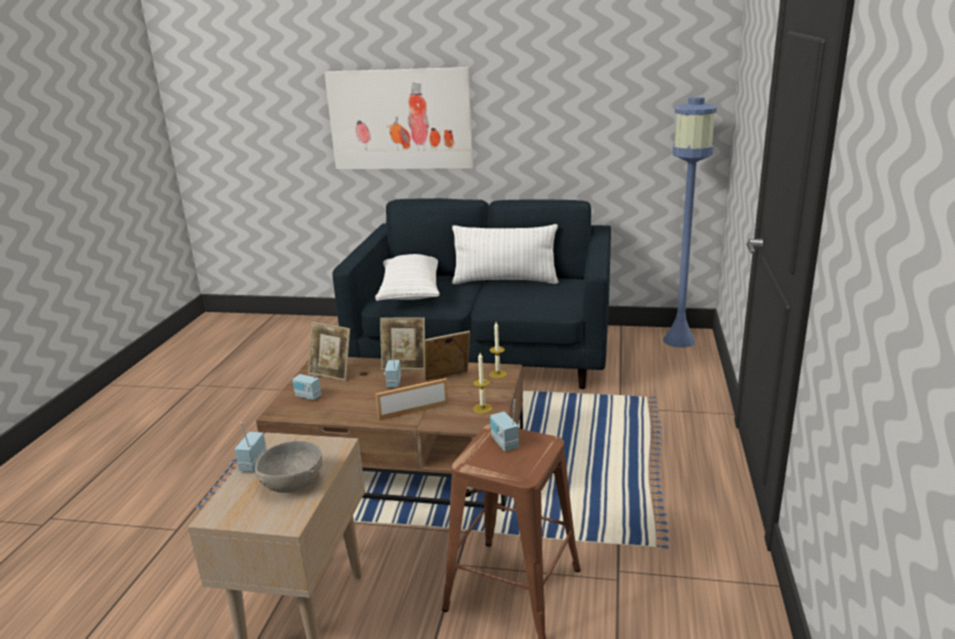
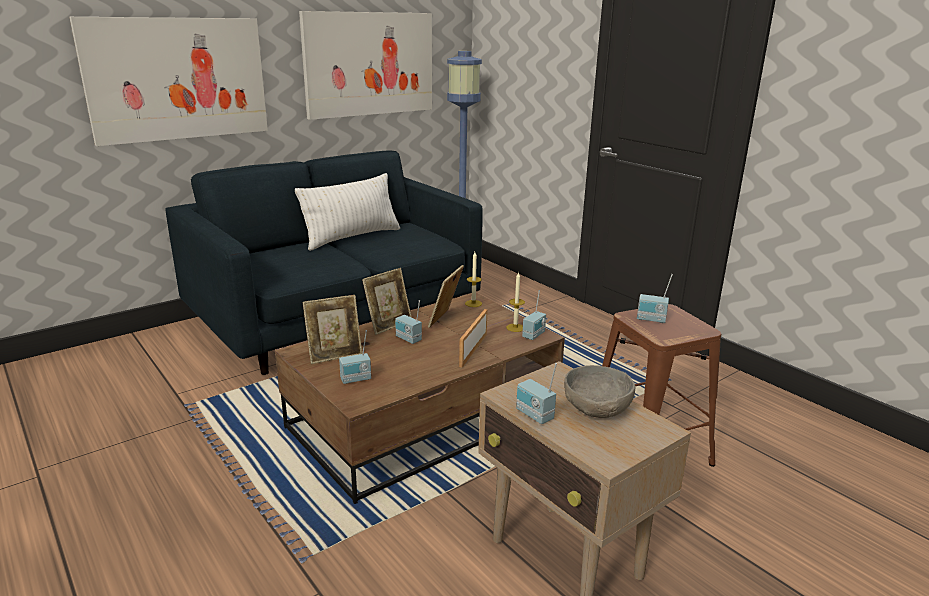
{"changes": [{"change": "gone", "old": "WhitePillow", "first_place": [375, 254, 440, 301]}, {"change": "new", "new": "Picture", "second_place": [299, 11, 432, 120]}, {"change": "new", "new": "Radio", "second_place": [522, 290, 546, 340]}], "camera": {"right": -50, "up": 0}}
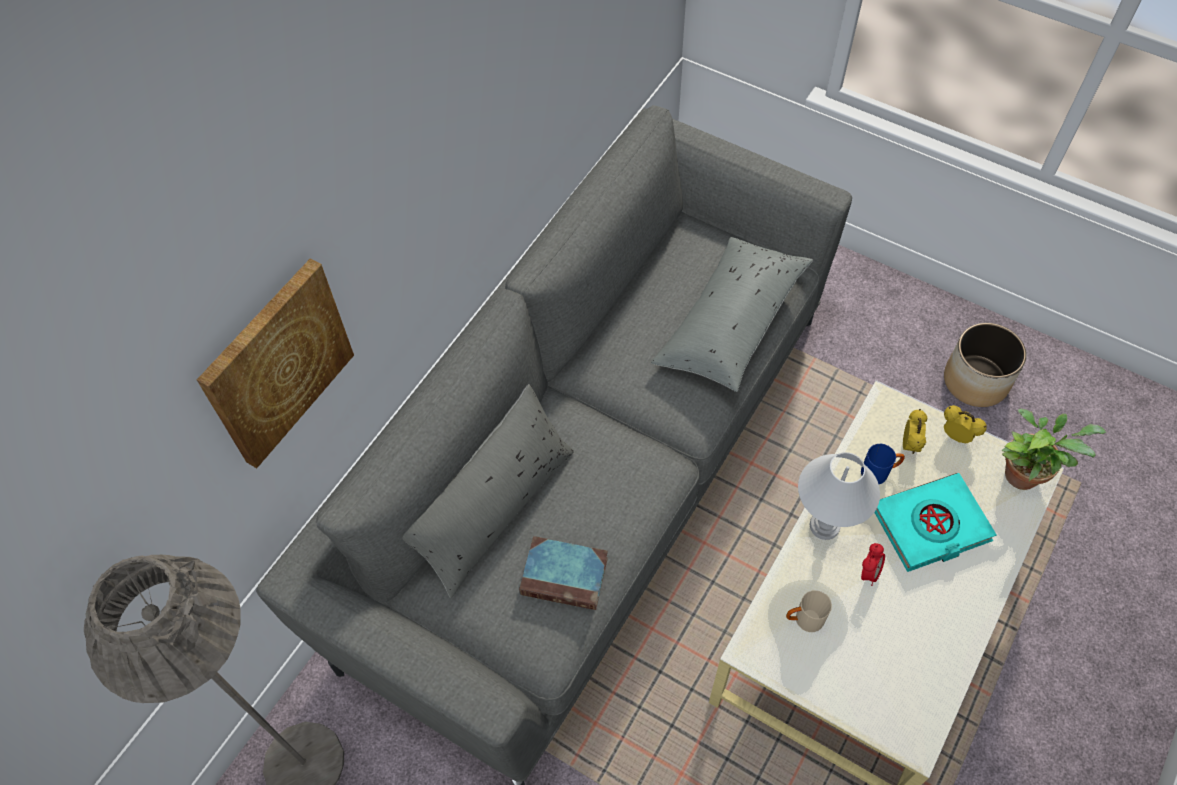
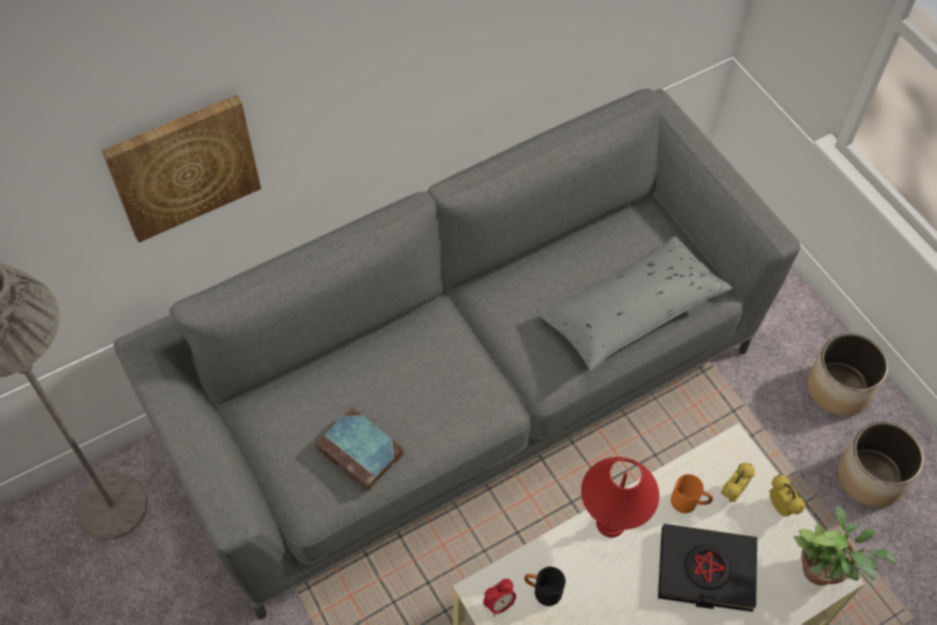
{"changes": [{"change": "gone", "old": "GreyPillow", "first_place": [402, 384, 574, 598]}, {"change": "repainted", "old": "BeigeMug", "new": "BlackMug", "first_place": [786, 590, 832, 632], "second_place": [524, 567, 566, 606]}, {"change": "repainted", "old": "WhiteTableLamp", "new": "RedTableLamp", "first_place": [798, 452, 880, 540], "second_place": [581, 457, 659, 538]}, {"change": "repainted", "old": "BlueMug", "new": "OrangeMug", "first_place": [861, 444, 905, 484], "second_place": [671, 474, 713, 513]}, {"change": "shifted", "old": "AlarmClock", "first_place": [861, 543, 885, 586], "second_place": [483, 579, 516, 617]}, {"change": "repainted", "old": "TurquoiseBook", "new": "BlackBook", "first_place": [874, 473, 997, 572], "second_place": [658, 524, 757, 612]}, {"change": "new", "new": "Planter", "second_place": [807, 333, 888, 416]}], "camera": {"right": 25, "up": 0}}
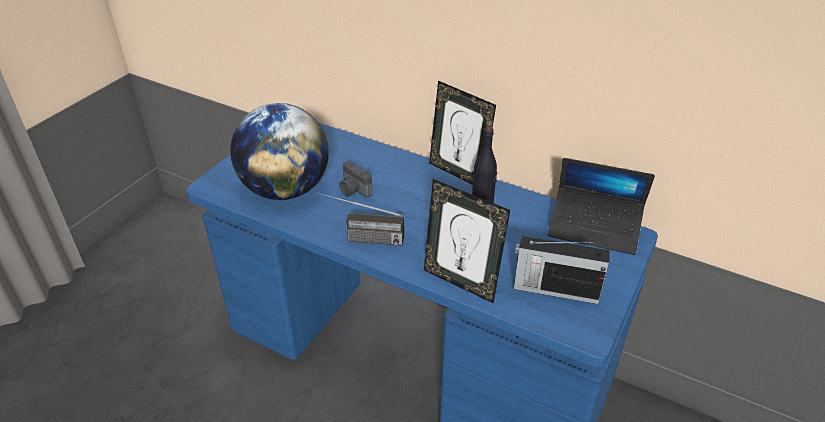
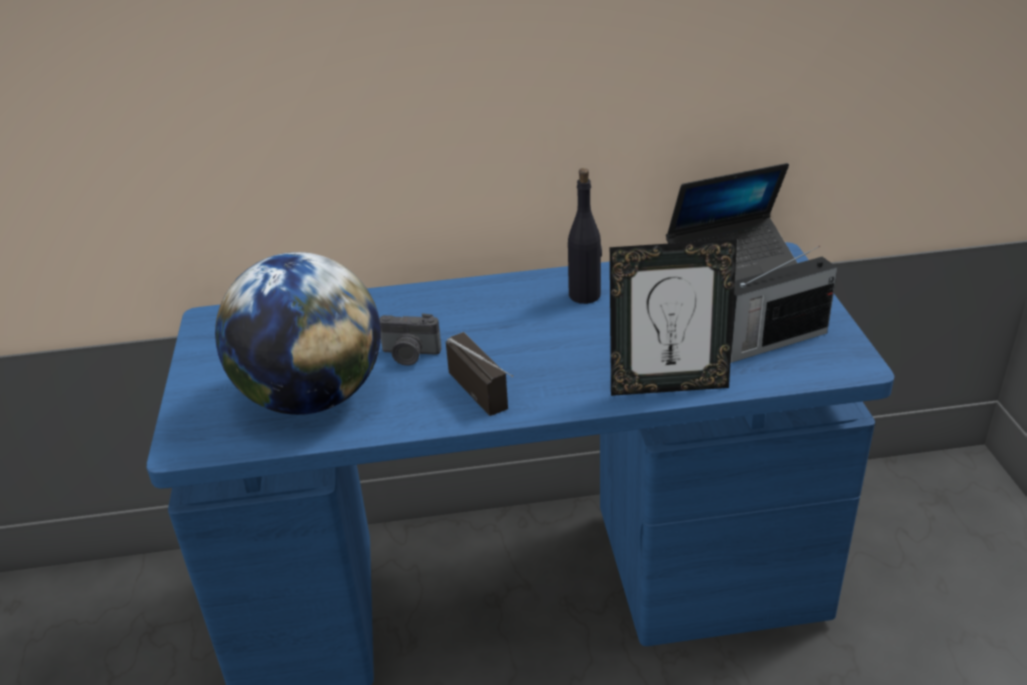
{"changes": [{"change": "rotated", "old": "Radio", "first_place": [316, 193, 404, 246], "second_place": [446, 332, 513, 416], "degrees": -90}, {"change": "gone", "old": "PictureFrame", "first_place": [429, 81, 496, 185]}], "camera": {"right": -35, "up": -5}}
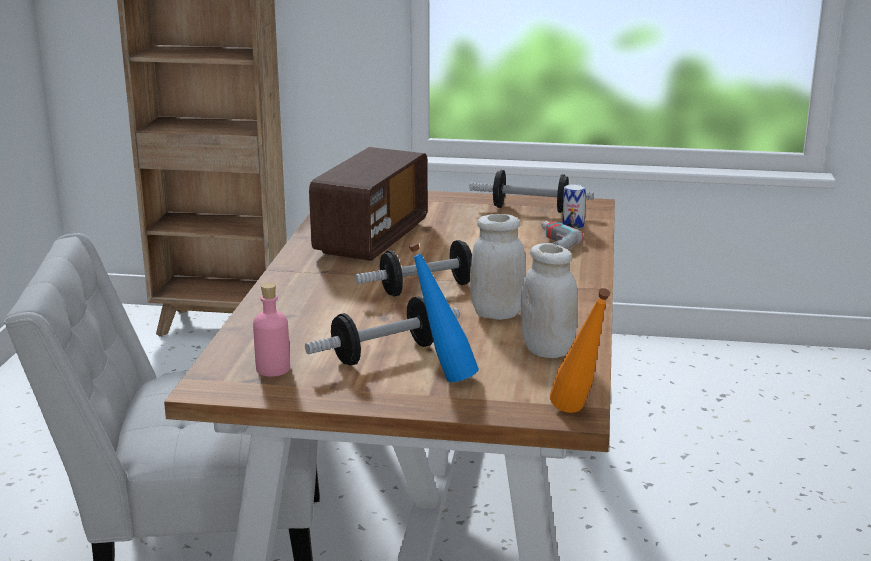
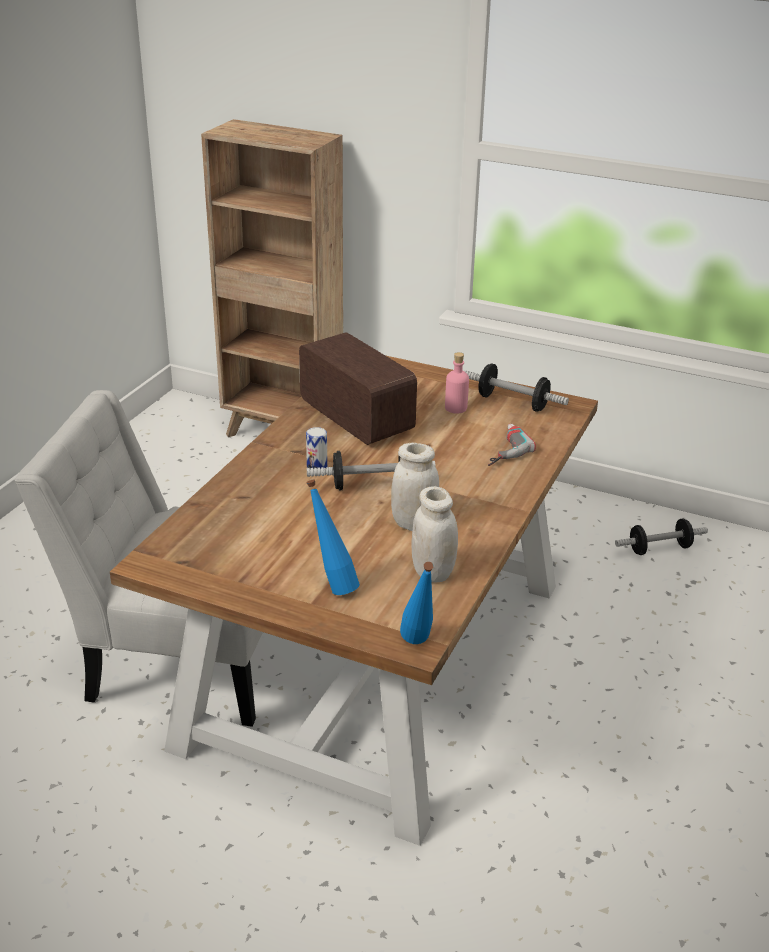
{"changes": [{"change": "shifted", "old": "PinkBottle", "first_place": [253, 283, 290, 377], "second_place": [445, 352, 469, 414]}, {"change": "shifted", "old": "Dumbbell", "first_place": [305, 296, 460, 365], "second_place": [615, 518, 708, 555]}, {"change": "rotated", "old": "Radio", "first_place": [309, 147, 428, 261], "second_place": [299, 332, 417, 445], "degrees": -75}, {"change": "repainted", "old": "OrangeBottle", "new": "BlueBottle", "first_place": [550, 288, 610, 413], "second_place": [400, 562, 434, 644]}, {"change": "shifted", "old": "Can", "first_place": [562, 184, 586, 229], "second_place": [306, 427, 327, 469]}], "camera": {"right": 15, "up": 10}}
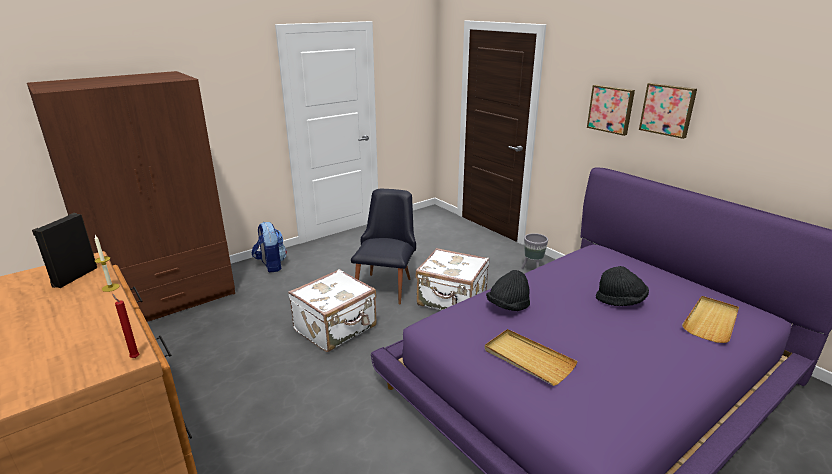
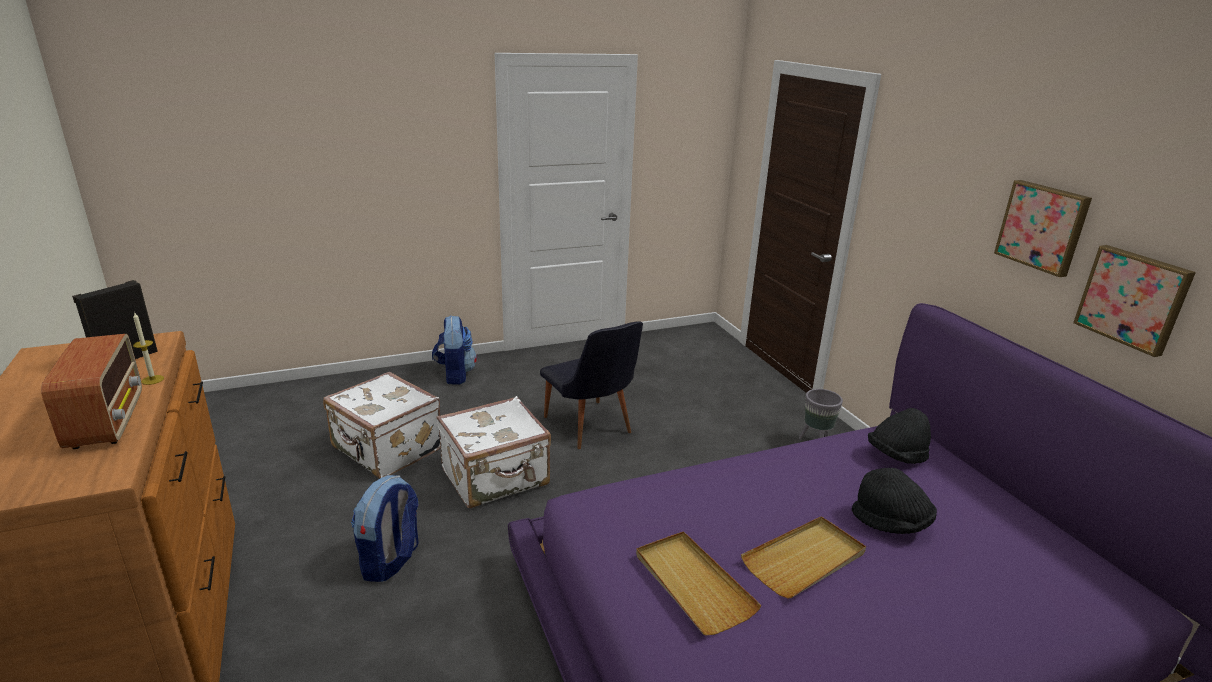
{"changes": [{"change": "gone", "old": "BrownWardrobe", "first_place": [27, 71, 235, 322]}, {"change": "gone", "old": "RedCandle", "first_place": [112, 294, 140, 358]}, {"change": "rotated", "old": "BlackChair", "first_place": [351, 189, 416, 305], "second_place": [540, 321, 643, 449], "degrees": 120}, {"change": "shifted", "old": "WhiteSuitcase", "first_place": [415, 248, 489, 310], "second_place": [323, 372, 440, 478]}, {"change": "shifted", "old": "BlackHat", "first_place": [486, 270, 530, 311], "second_place": [868, 408, 931, 464]}, {"change": "shifted", "old": "Picture", "first_place": [587, 85, 635, 136], "second_place": [1073, 245, 1196, 357]}, {"change": "shifted", "old": "BeigeTray", "first_place": [682, 296, 739, 343], "second_place": [741, 516, 866, 598]}, {"change": "new", "new": "Radio", "second_place": [41, 334, 142, 449]}, {"change": "new", "new": "Backpack", "second_place": [351, 475, 419, 582]}], "camera": {"right": 15, "up": 0}}
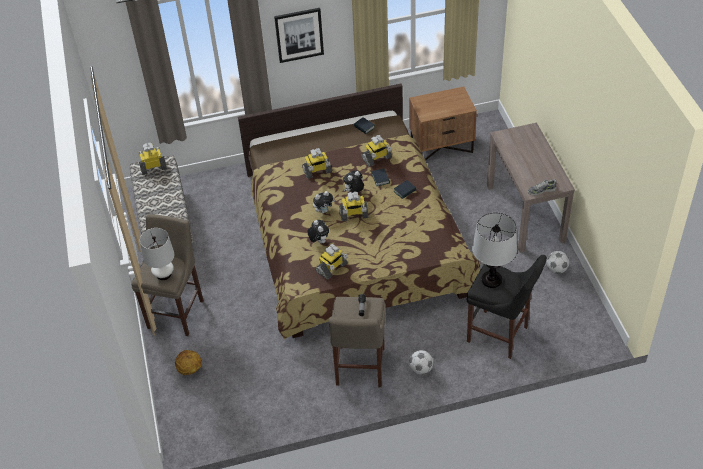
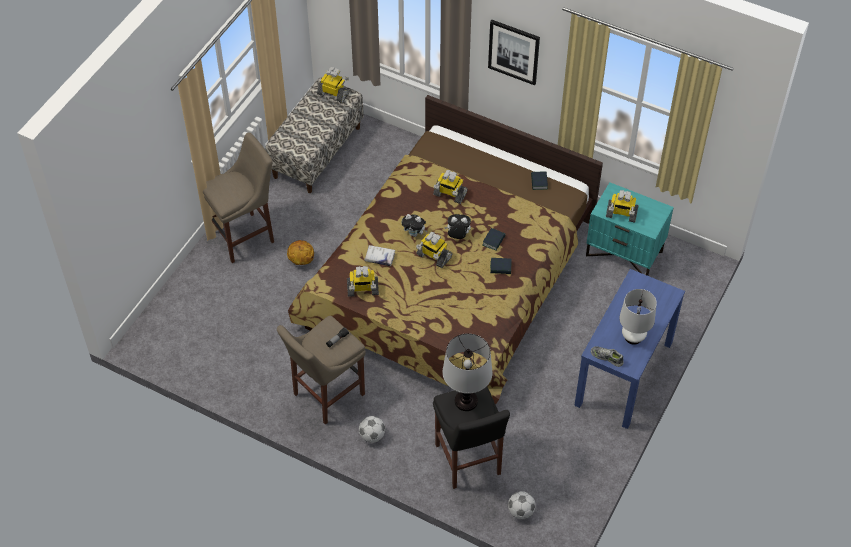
{"changes": [{"change": "shifted", "old": "WhiteTableLamp", "first_place": [140, 228, 175, 280], "second_place": [619, 289, 657, 345]}, {"change": "shifted", "old": "Basketball", "first_place": [175, 350, 202, 375], "second_place": [287, 240, 314, 265]}, {"change": "swapped", "old": "PlushToy", "new": "WhiteBook", "first_place": [307, 220, 329, 243], "second_place": [364, 245, 396, 266]}, {"change": "shifted", "old": "ToyRobot", "first_place": [362, 135, 392, 167], "second_place": [606, 190, 639, 223]}, {"change": "repainted", "old": "BrownNightstand", "new": "TurquoiseNightstand", "first_place": [409, 86, 477, 161], "second_place": [586, 182, 674, 276]}, {"change": "repainted", "old": "BrownConsoleTable", "new": "BlueConsoleTable", "first_place": [487, 123, 575, 253], "second_place": [574, 269, 685, 429]}, {"change": "shifted", "old": "Football", "first_place": [546, 251, 569, 274], "second_place": [508, 491, 536, 519]}], "camera": {"right": 40, "up": 5}}
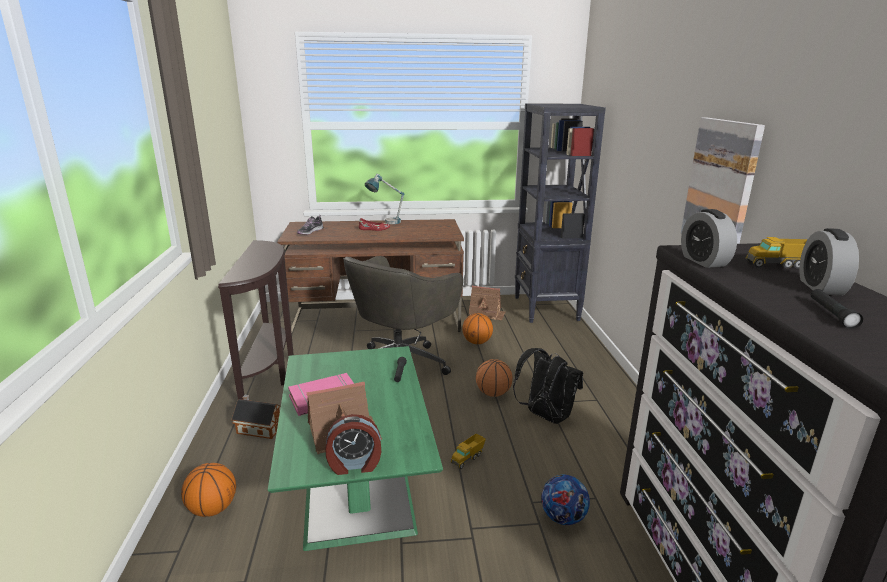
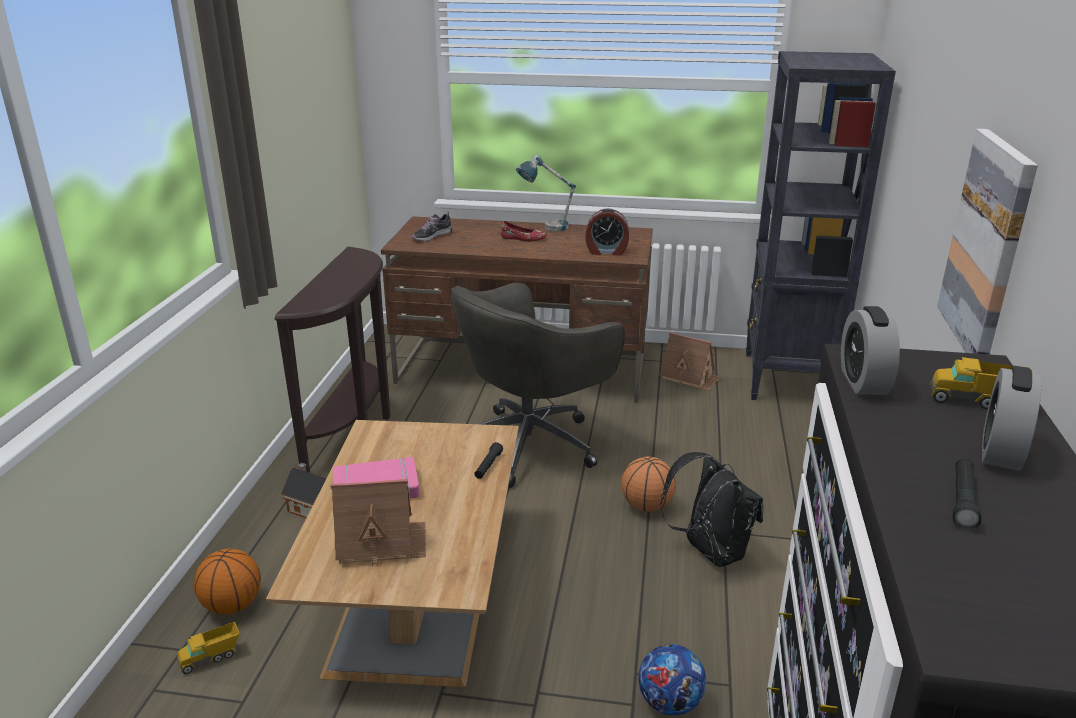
{"changes": [{"change": "repainted", "old": "GreenCoffeeTable", "new": "BrownCoffeeTable", "first_place": [268, 346, 443, 551], "second_place": [266, 420, 519, 687]}, {"change": "shifted", "old": "AlarmClock", "first_place": [325, 414, 381, 475], "second_place": [585, 208, 629, 256]}, {"change": "shifted", "old": "ToyTruck", "first_place": [451, 433, 486, 469], "second_place": [177, 622, 240, 674]}, {"change": "gone", "old": "Basketball", "first_place": [462, 313, 493, 344]}], "camera": {"right": 15, "up": 5}}
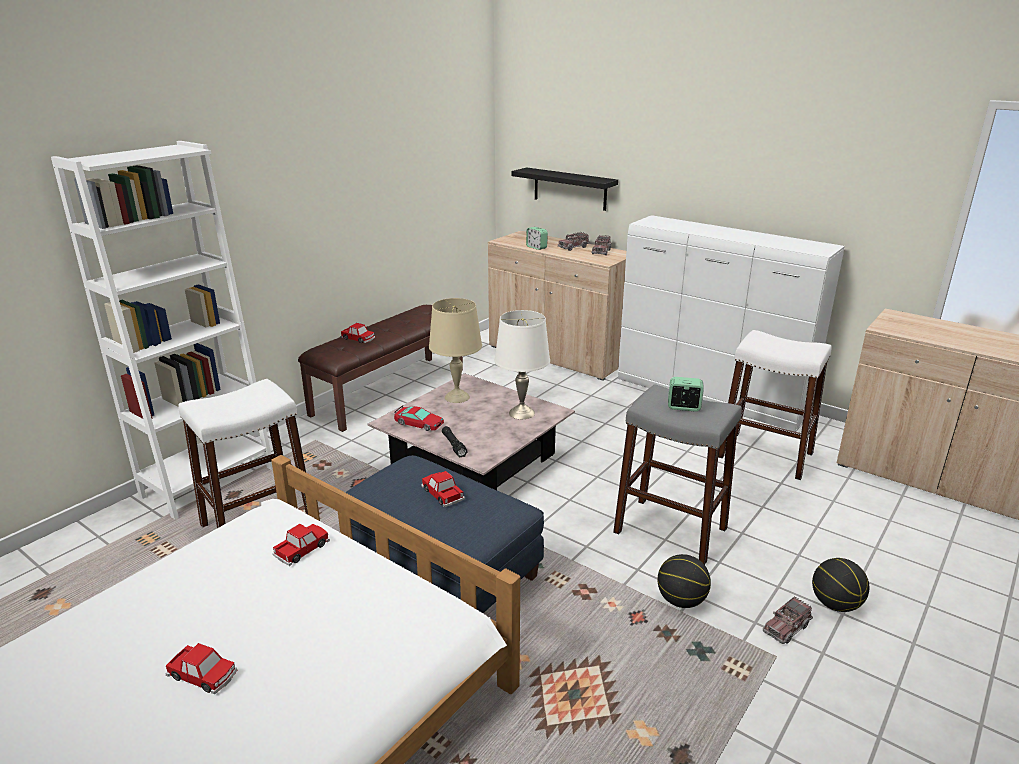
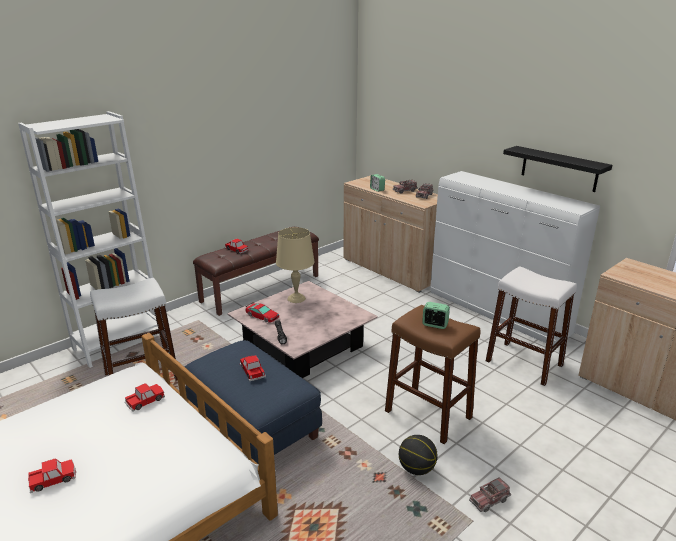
{"changes": [{"change": "rotated", "old": "ToyCar", "first_place": [165, 643, 237, 695], "second_place": [28, 458, 76, 493], "degrees": -60}, {"change": "gone", "old": "WhiteTableLamp", "first_place": [495, 310, 550, 419]}, {"change": "shifted", "old": "BlackShelf", "first_place": [511, 167, 618, 211], "second_place": [503, 146, 612, 192]}, {"change": "repainted", "old": "GreyStool", "new": "BrownStool", "first_place": [613, 384, 742, 565], "second_place": [385, 305, 480, 444]}, {"change": "gone", "old": "Basketball", "first_place": [812, 558, 869, 612]}], "camera": {"right": 10, "up": 0}}
